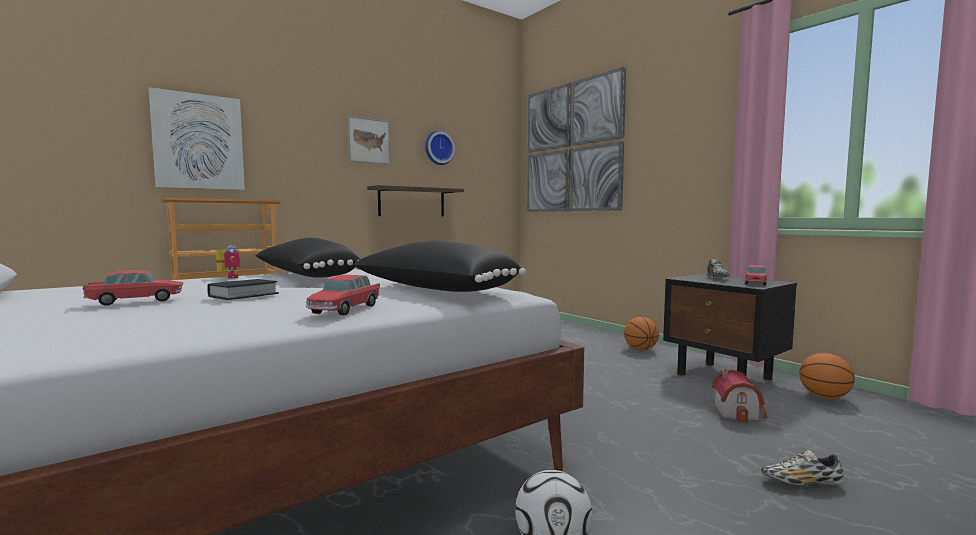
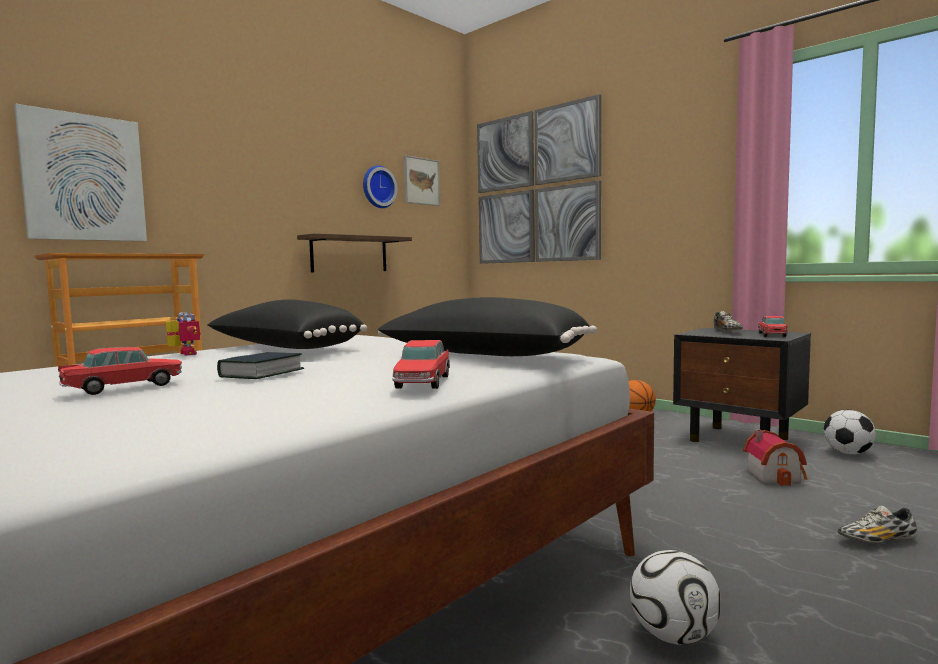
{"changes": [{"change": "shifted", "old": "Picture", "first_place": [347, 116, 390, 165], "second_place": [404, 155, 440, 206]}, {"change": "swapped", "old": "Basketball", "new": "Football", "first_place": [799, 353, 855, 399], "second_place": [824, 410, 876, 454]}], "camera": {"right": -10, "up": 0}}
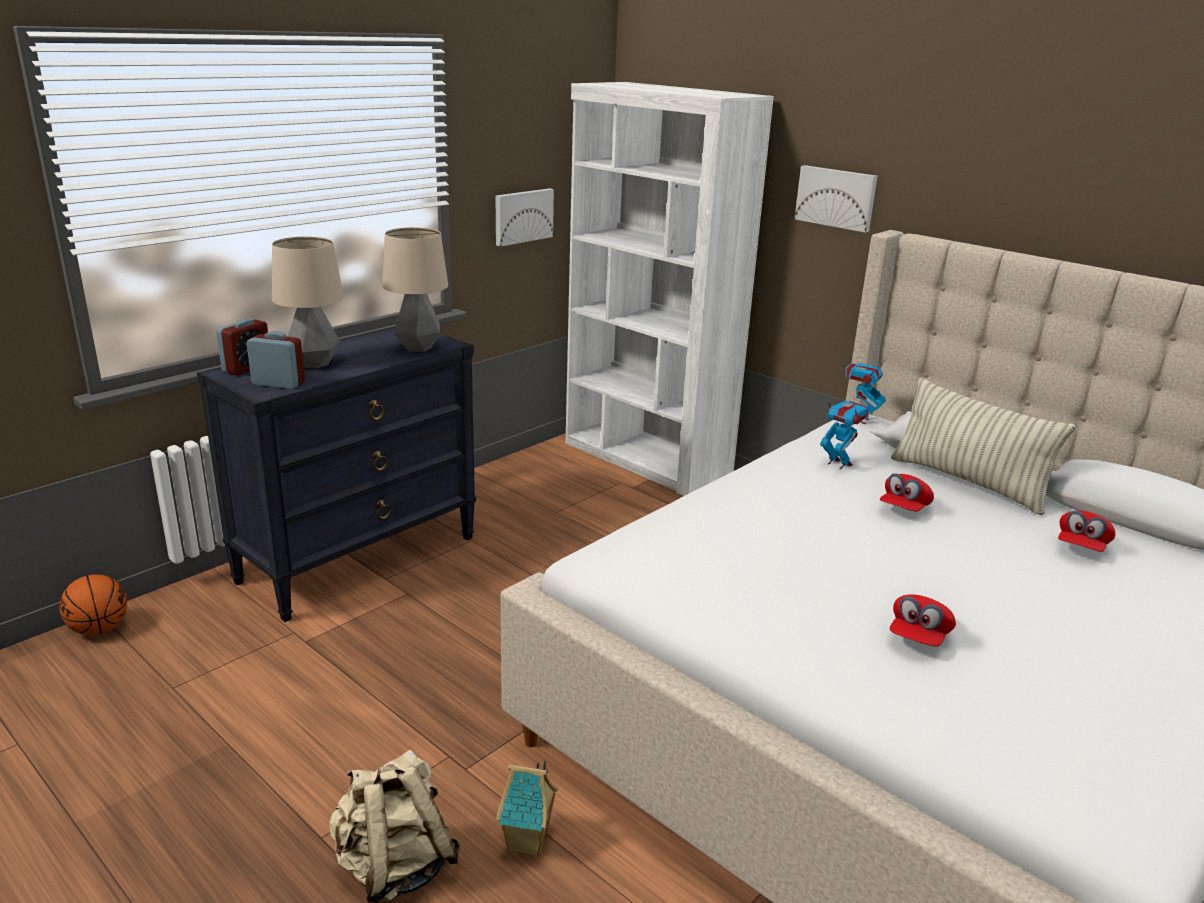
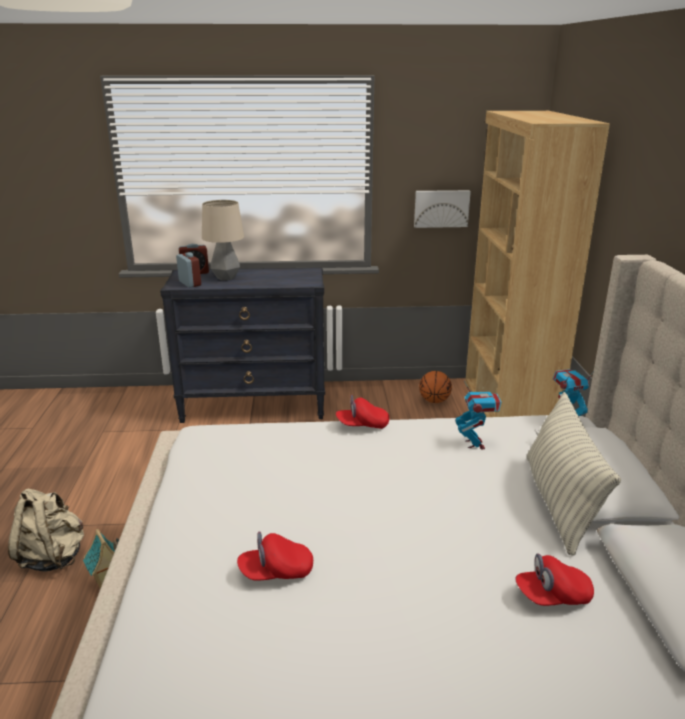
{"changes": [{"change": "shifted", "old": "Basketball", "first_place": [59, 574, 127, 635], "second_place": [419, 371, 452, 403]}, {"change": "gone", "old": "TableLamp", "first_place": [382, 227, 448, 352]}, {"change": "repainted", "old": "WhiteBookcase", "new": "BrownBookcase", "first_place": [566, 82, 774, 496], "second_place": [465, 111, 610, 417]}, {"change": "gone", "old": "Picture", "first_place": [795, 165, 878, 233]}, {"change": "shifted", "old": "RedCap", "first_place": [880, 473, 934, 512], "second_place": [336, 395, 389, 429]}], "camera": {"right": 45, "up": 0}}
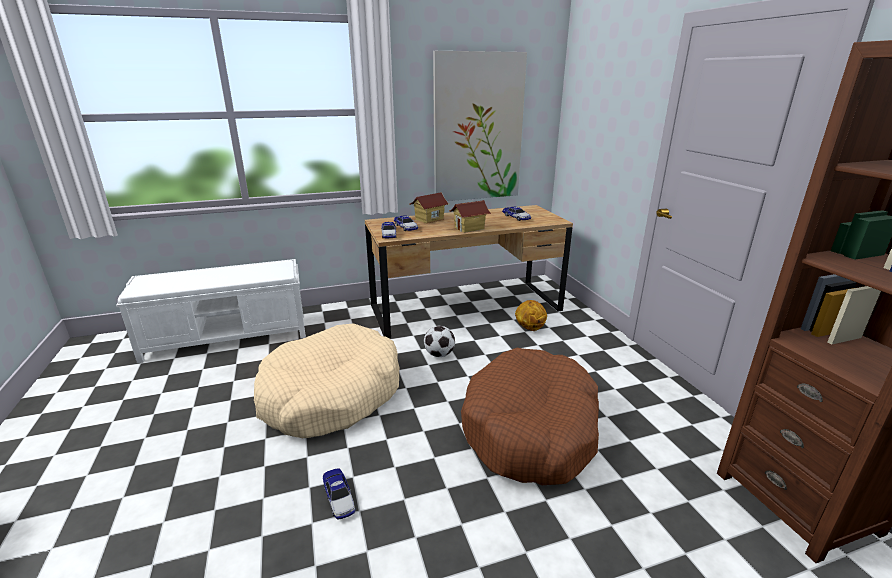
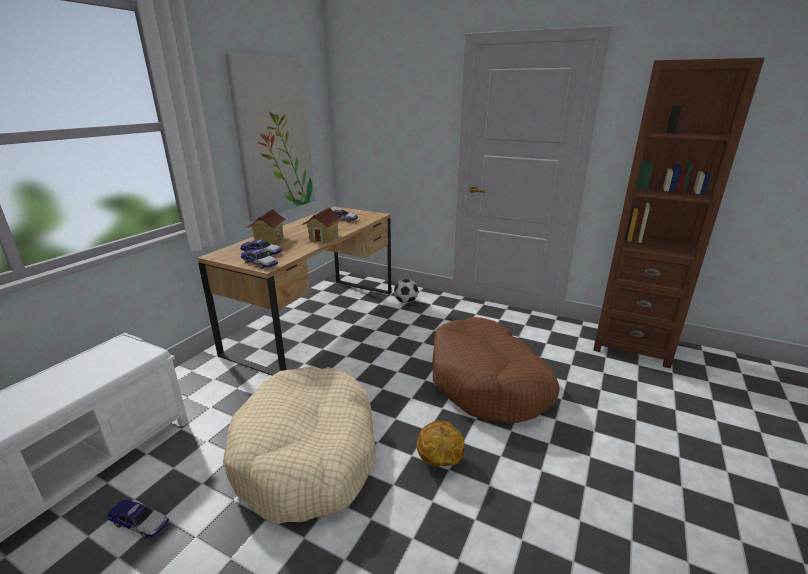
{"changes": [{"change": "shifted", "old": "ToyCar", "first_place": [323, 468, 355, 520], "second_place": [107, 500, 169, 538]}, {"change": "shifted", "old": "Football", "first_place": [424, 326, 455, 357], "second_place": [394, 279, 419, 303]}, {"change": "shifted", "old": "Basketball", "first_place": [515, 300, 547, 331], "second_place": [417, 420, 465, 467]}], "camera": {"right": -45, "up": 0}}
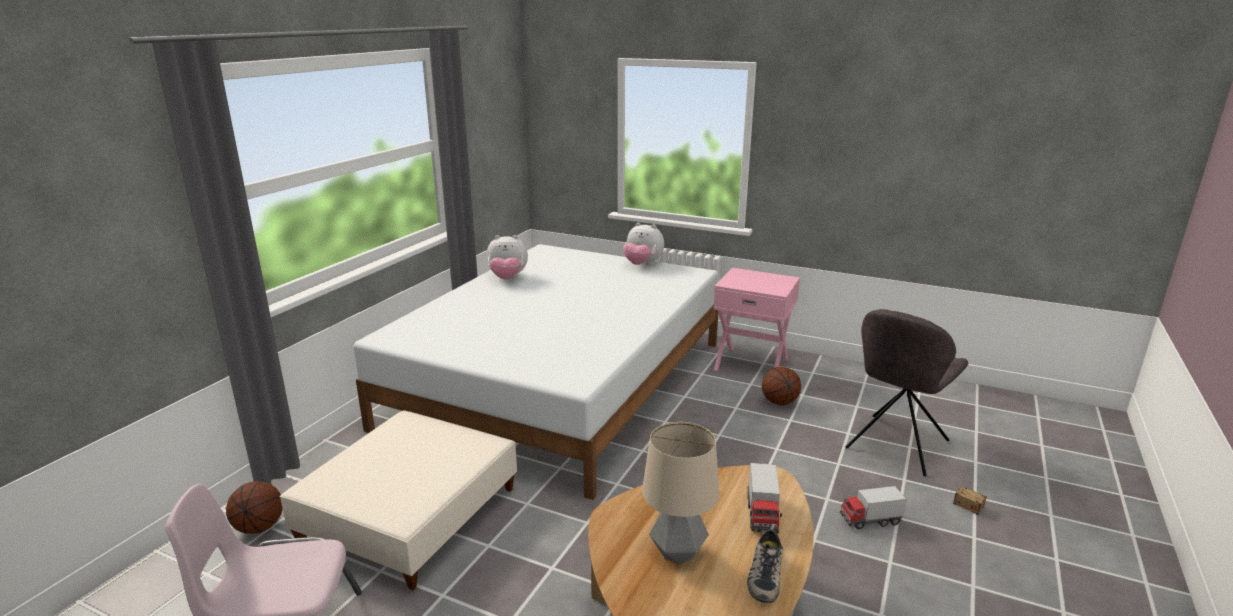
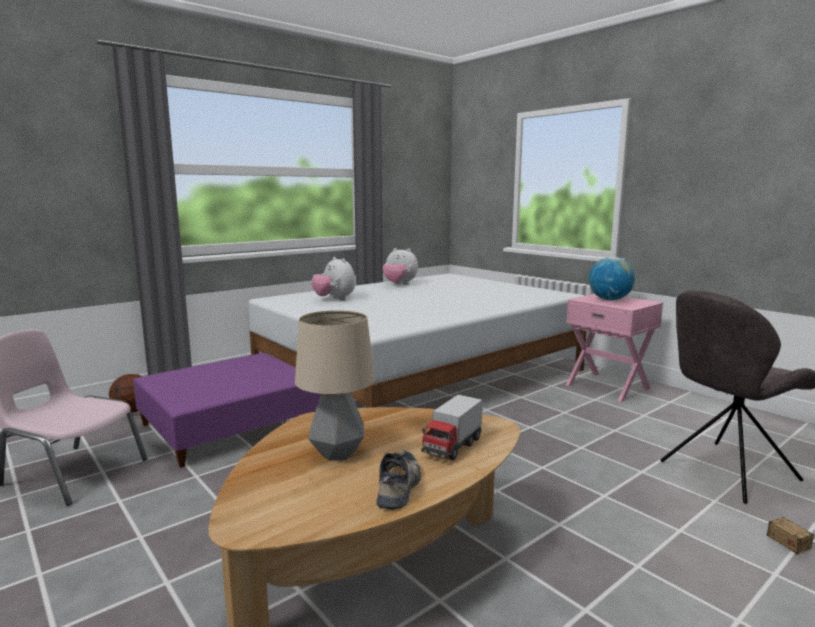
{"changes": [{"change": "repainted", "old": "BeigeOttoman", "new": "PurpleOttoman", "first_place": [279, 411, 517, 590], "second_place": [133, 353, 321, 468]}, {"change": "shifted", "old": "PlushToy", "first_place": [623, 223, 664, 265], "second_place": [312, 257, 356, 300]}, {"change": "rotated", "old": "Shoe", "first_place": [747, 524, 783, 603], "second_place": [377, 450, 421, 510], "degrees": 150}, {"change": "gone", "old": "Basketball", "first_place": [762, 367, 801, 405]}, {"change": "gone", "old": "ToyTruck", "first_place": [840, 486, 907, 529]}, {"change": "new", "new": "Globe", "second_place": [589, 257, 635, 301]}], "camera": {"right": 25, "up": -10}}
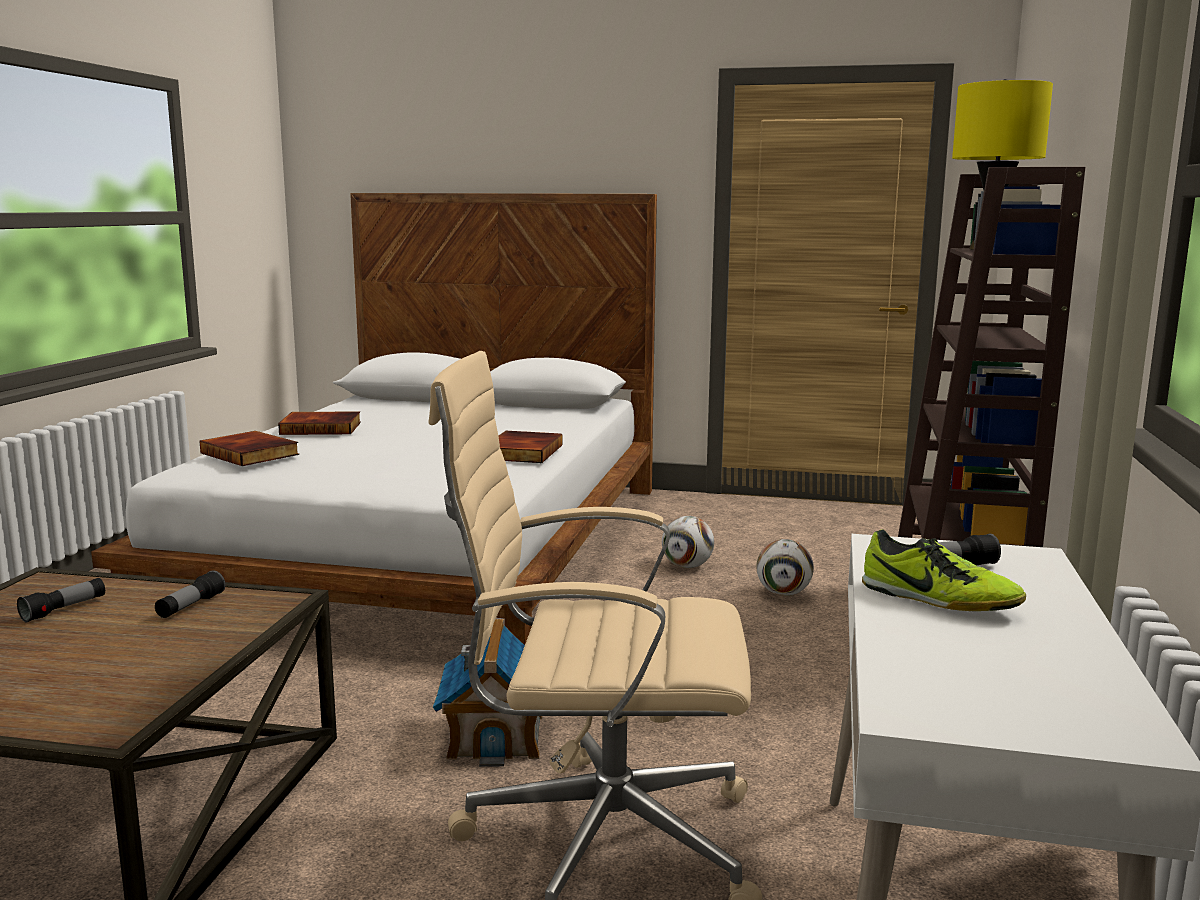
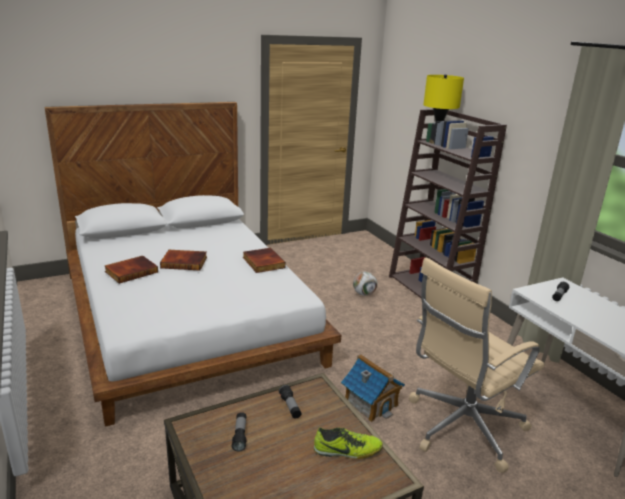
{"changes": [{"change": "shifted", "old": "Book", "first_place": [199, 431, 299, 466], "second_place": [160, 250, 207, 270]}, {"change": "gone", "old": "Football", "first_place": [662, 516, 714, 568]}, {"change": "shifted", "old": "Shoe", "first_place": [862, 529, 1026, 611], "second_place": [314, 427, 383, 459]}], "camera": {"right": -40, "up": 10}}
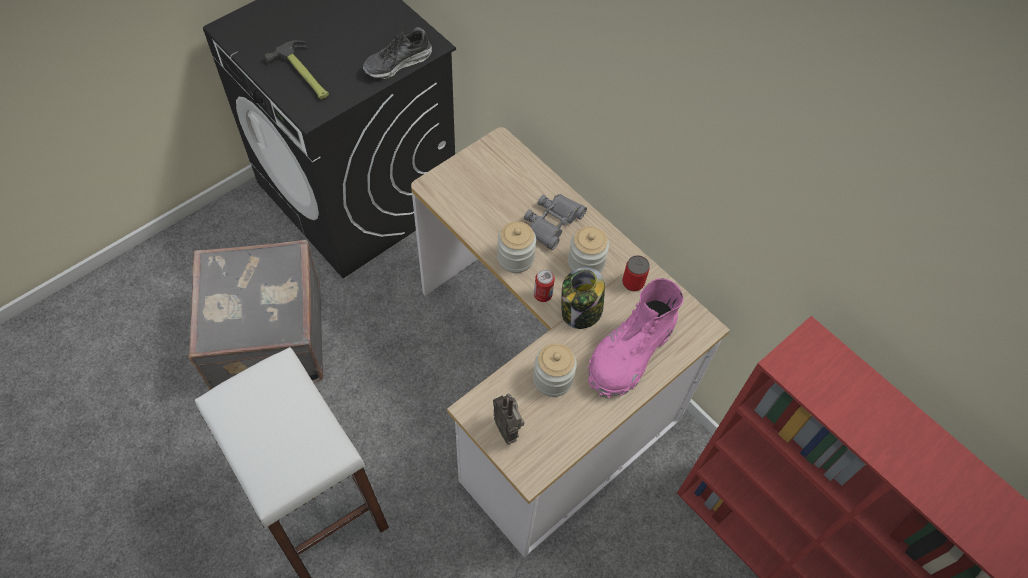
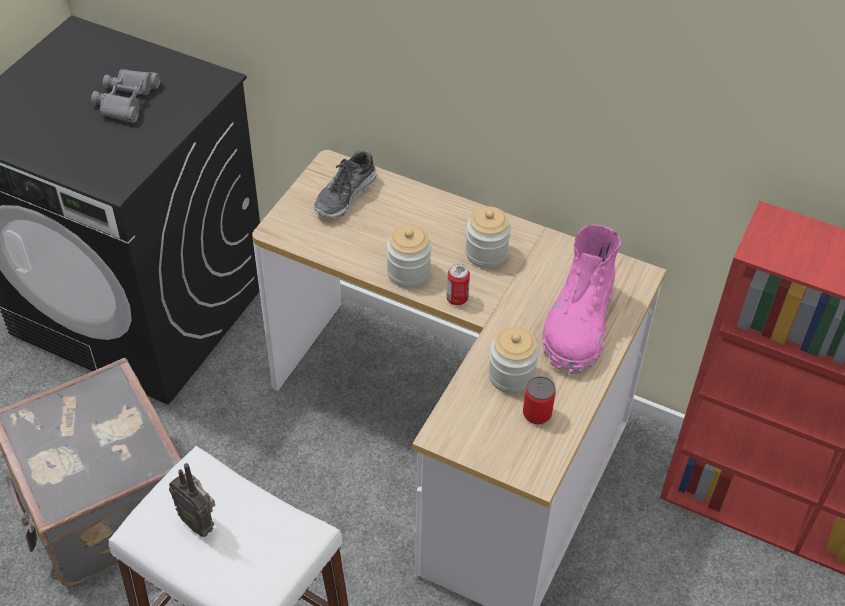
{"changes": [{"change": "gone", "old": "Hammer", "first_place": [264, 40, 329, 99]}, {"change": "shifted", "old": "Shoe", "first_place": [363, 27, 432, 79], "second_place": [314, 149, 377, 218]}, {"change": "shifted", "old": "Radio", "first_place": [493, 393, 524, 445], "second_place": [169, 463, 215, 537]}, {"change": "shifted", "old": "GreyBinoculars", "first_place": [524, 194, 587, 250], "second_place": [91, 69, 161, 123]}, {"change": "gone", "old": "Jar", "first_place": [561, 267, 605, 329]}, {"change": "shifted", "old": "Can", "first_place": [622, 255, 650, 291], "second_place": [523, 376, 556, 424]}], "camera": {"right": -20, "up": -10}}
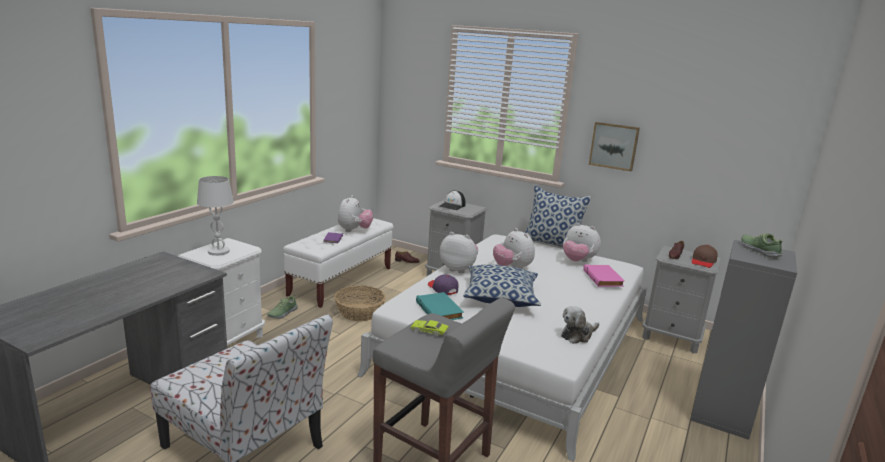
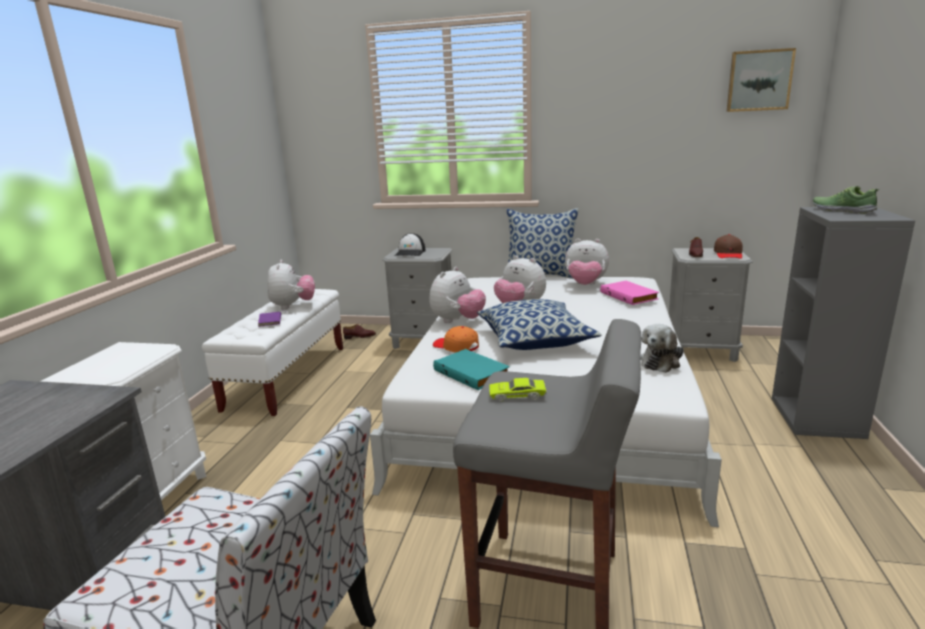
{"changes": [{"change": "gone", "old": "WhiteTableLamp", "first_place": [197, 176, 234, 256]}, {"change": "gone", "old": "Shoe", "first_place": [267, 295, 298, 319]}, {"change": "gone", "old": "Basket", "first_place": [334, 285, 386, 321]}, {"change": "repainted", "old": "PurpleCap", "new": "OrangeCap", "first_place": [428, 275, 458, 295], "second_place": [433, 326, 479, 352]}, {"change": "rotated", "old": "PlushToy", "first_place": [440, 232, 478, 273], "second_place": [430, 267, 486, 323], "degrees": 120}, {"change": "shifted", "old": "Picture", "first_place": [589, 122, 640, 171], "second_place": [726, 48, 796, 112]}], "camera": {"right": -15, "up": 0}}
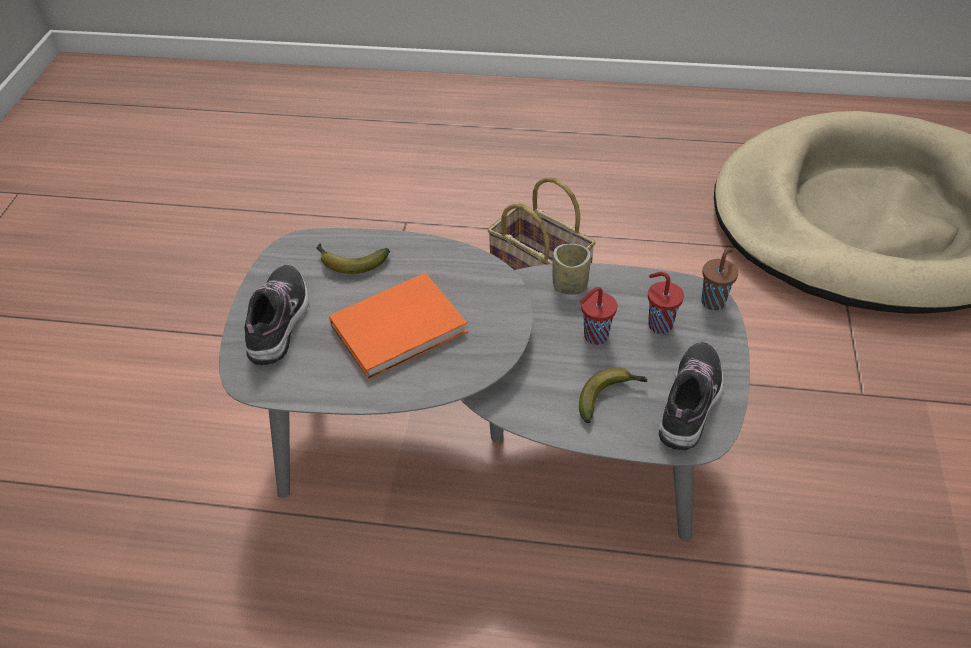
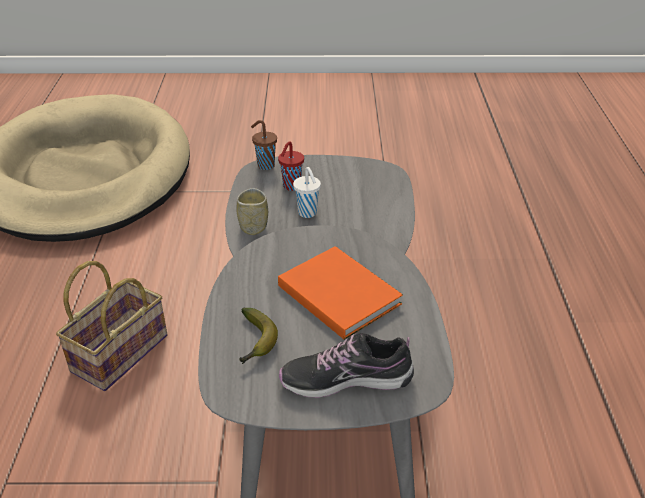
{"changes": [{"change": "gone", "old": "Banana", "first_place": [579, 367, 647, 423]}, {"change": "repainted", "old": "RedCup", "new": "WhiteCup", "first_place": [580, 287, 617, 345], "second_place": [293, 167, 321, 218]}, {"change": "gone", "old": "Shoe", "first_place": [659, 342, 723, 450]}], "camera": {"right": -100, "up": -10}}
